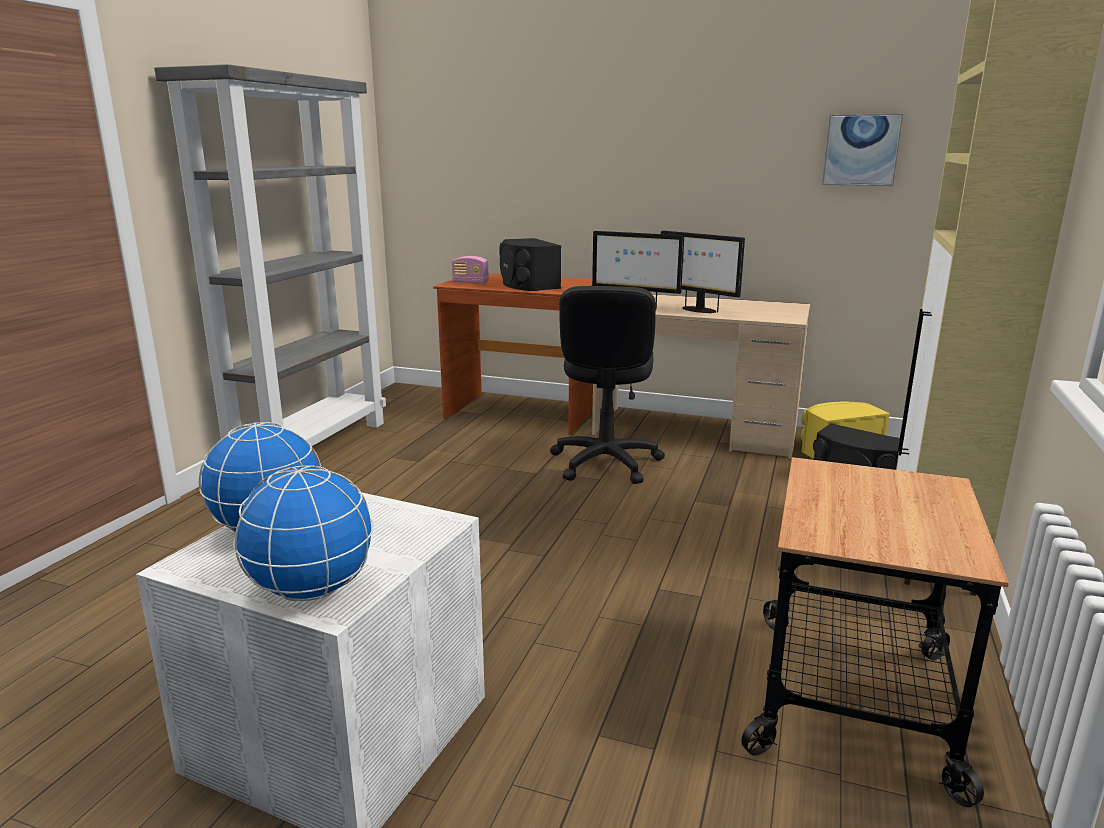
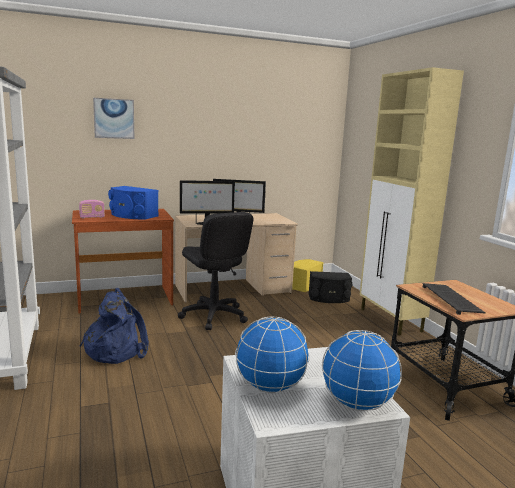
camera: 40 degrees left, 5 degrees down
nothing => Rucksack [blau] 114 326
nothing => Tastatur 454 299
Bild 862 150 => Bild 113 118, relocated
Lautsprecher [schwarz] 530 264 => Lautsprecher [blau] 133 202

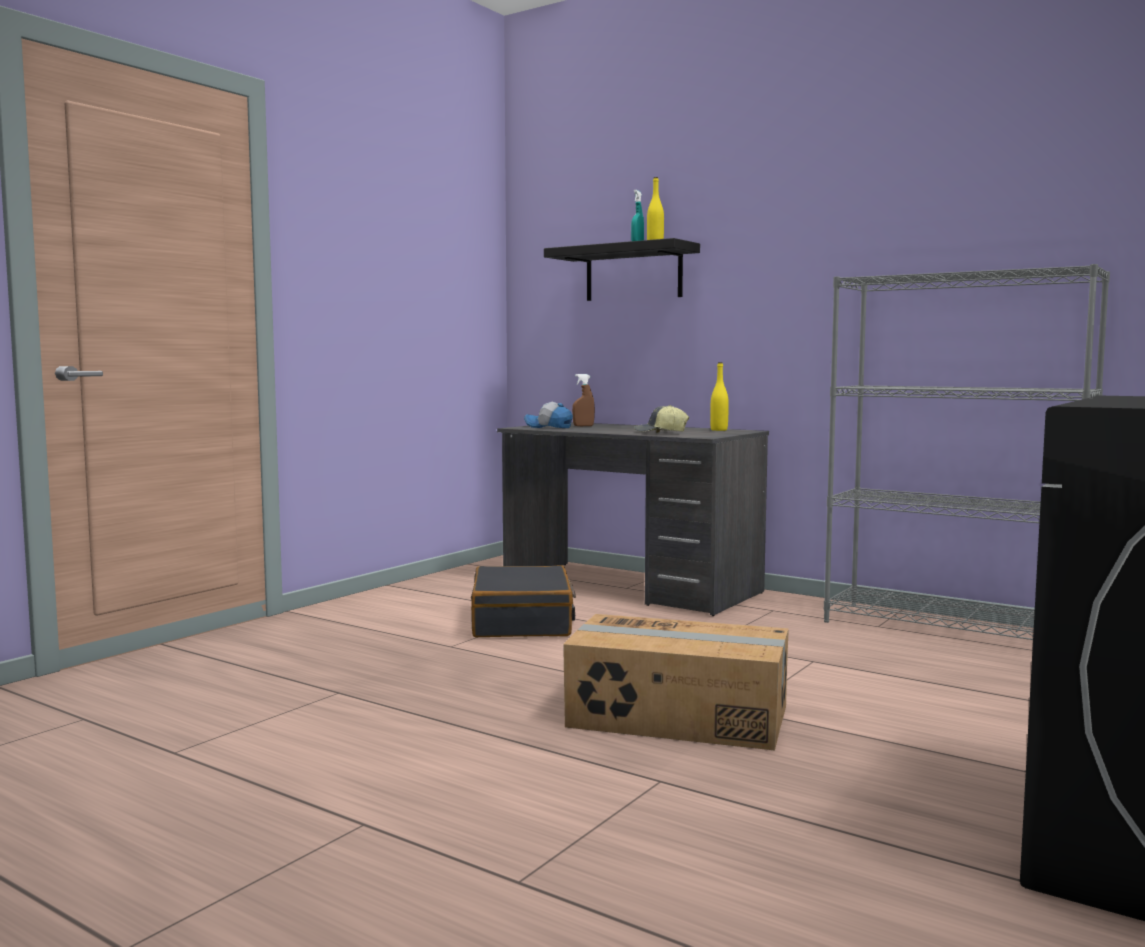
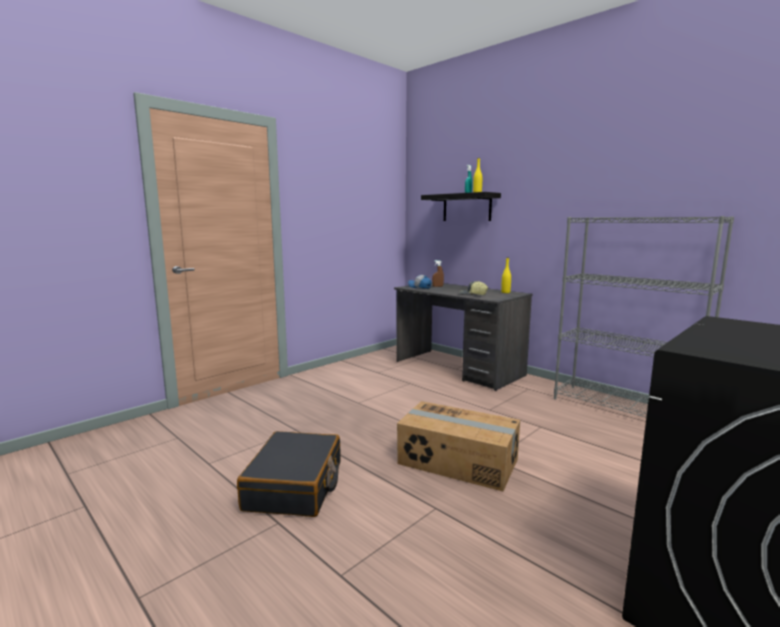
camera: 10 degrees right, 5 degrees up
Koffer [schwarz] 523 601 => Koffer [schwarz] 289 474, relocated

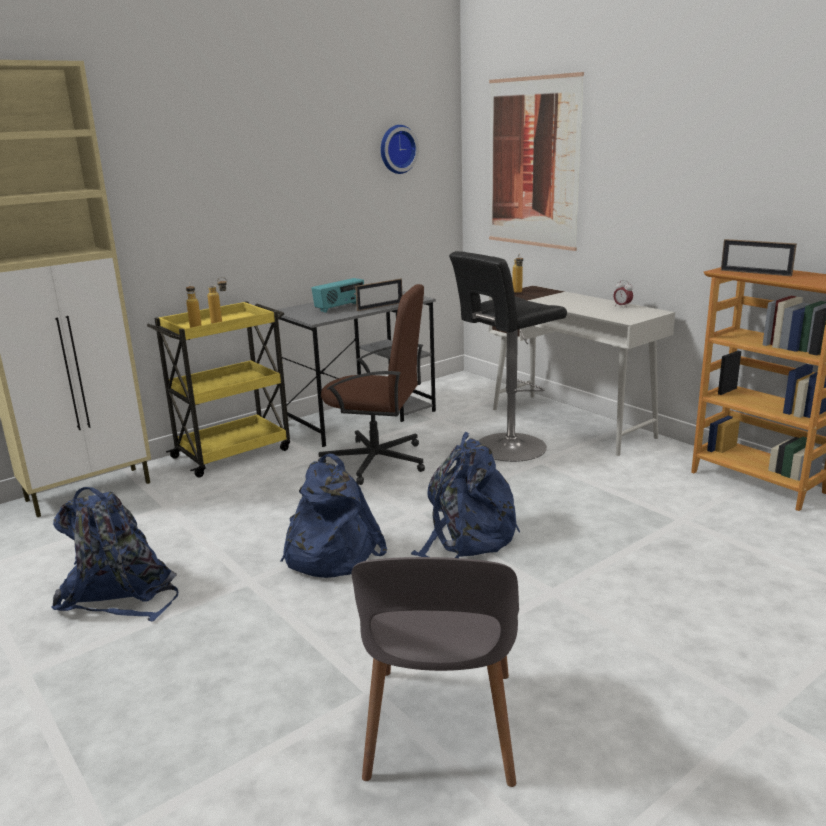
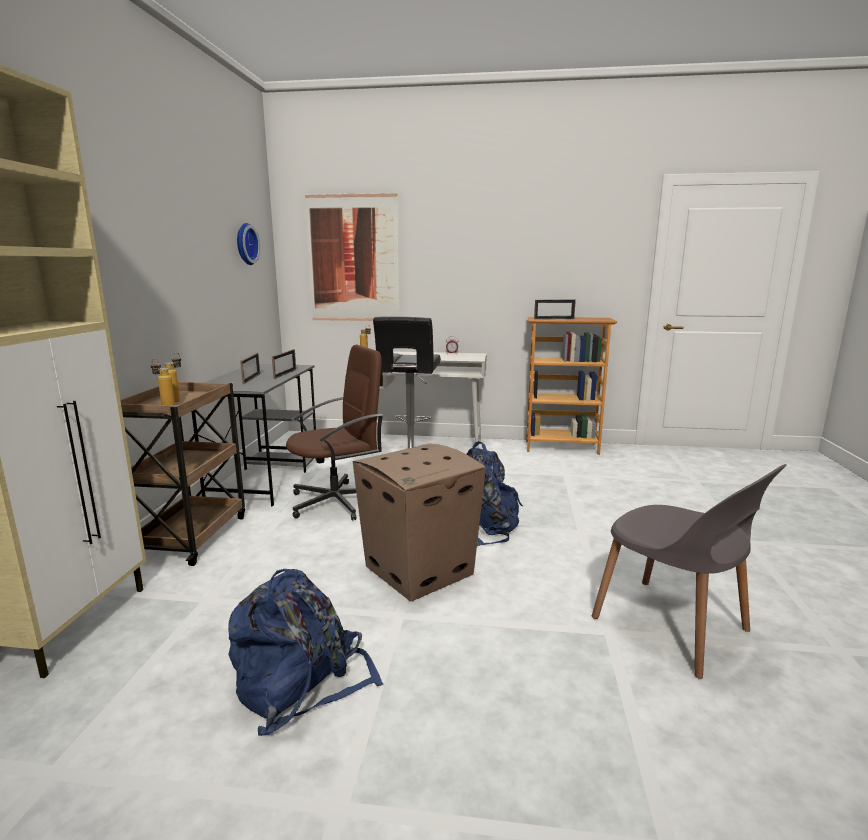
camera: 45 degrees left, 5 degrees down
Rucksack [blau] 333 516 => Karton 419 523
Radio 337 295 => Bilderrahmen 250 368
Rollwagen [gelb] 218 389 => Rollwagen [braun] 182 474

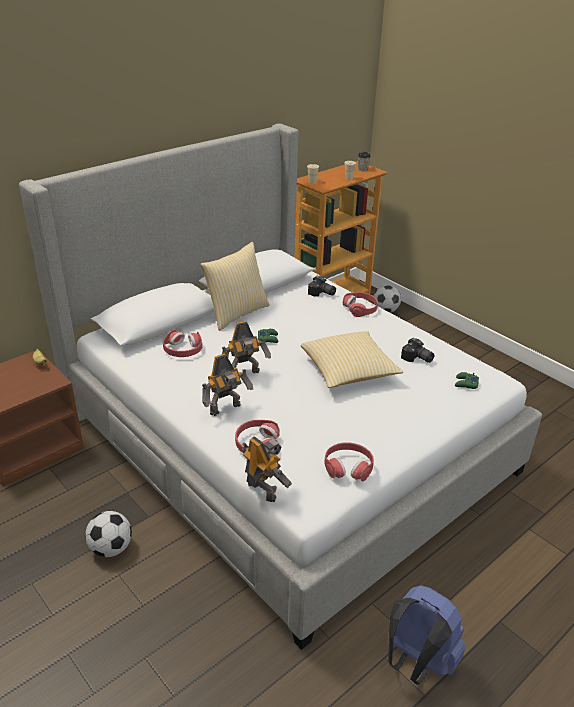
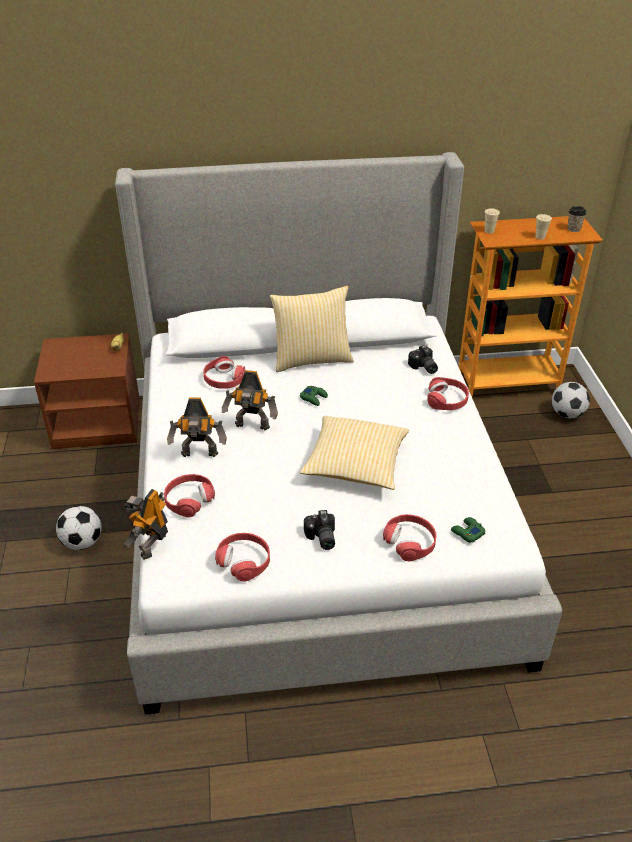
camera: 35 degrees right, 5 degrees up
Rucksack [blau] 426 634 => nothing
nothing => Kopfhörer [rot] 409 537
Kamera 418 350 => Kamera 319 530, relocated
Spielzeugroboter 267 469 => Spielzeugroboter 145 524, 150 degrees counterclockwise

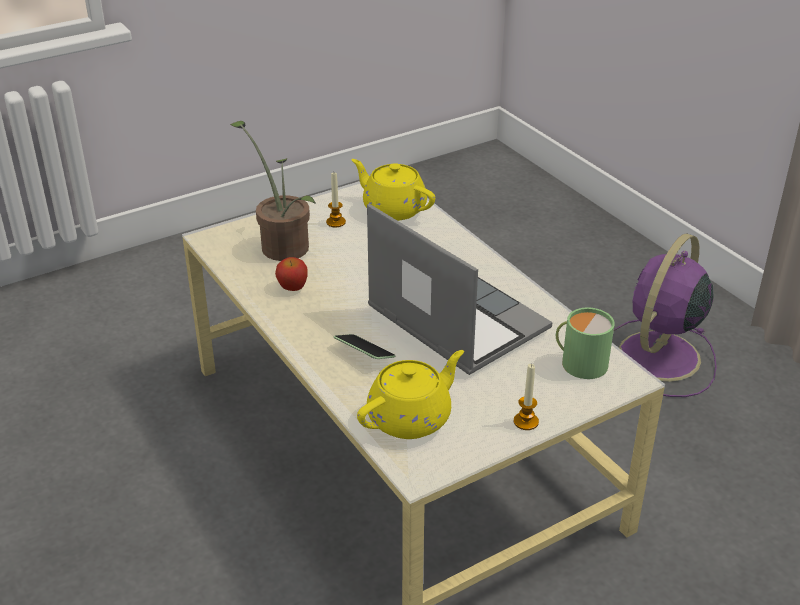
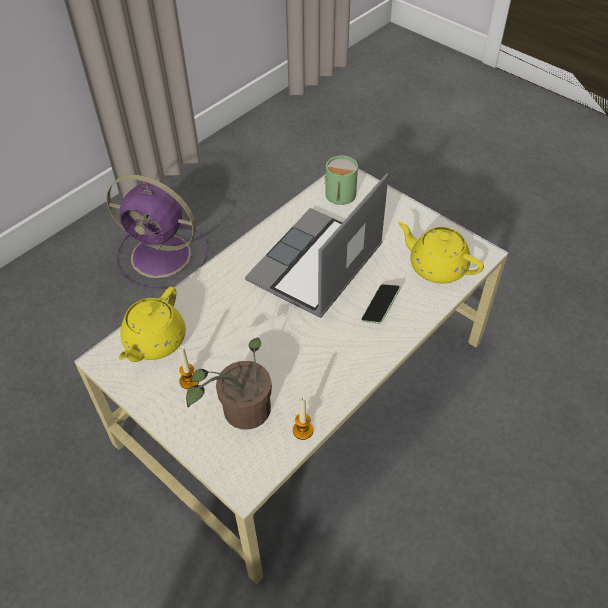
camera: 105 degrees left, 15 degrees up
Apfel 291 274 => nothing
Kerze 526 396 => Kerze 303 418, relocated

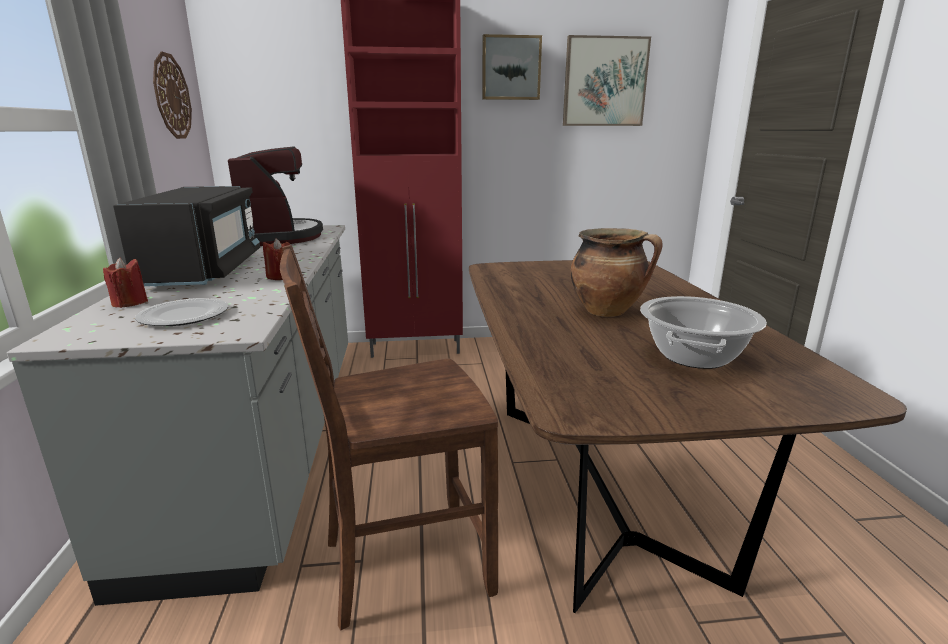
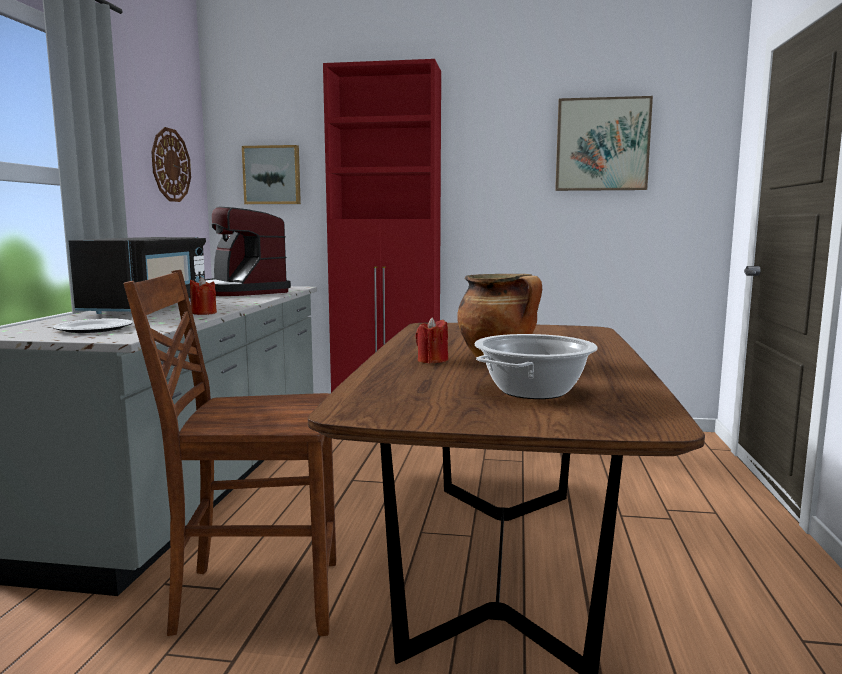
camera: 15 degrees right, 10 degrees down
Kerze [rot] 125 283 => Kerze [rot] 431 340, relocated
Bild 512 67 => Bild 271 174, relocated
Kaffeemaschine 275 196 => Kaffeemaschine 248 251, 150 degrees clockwise

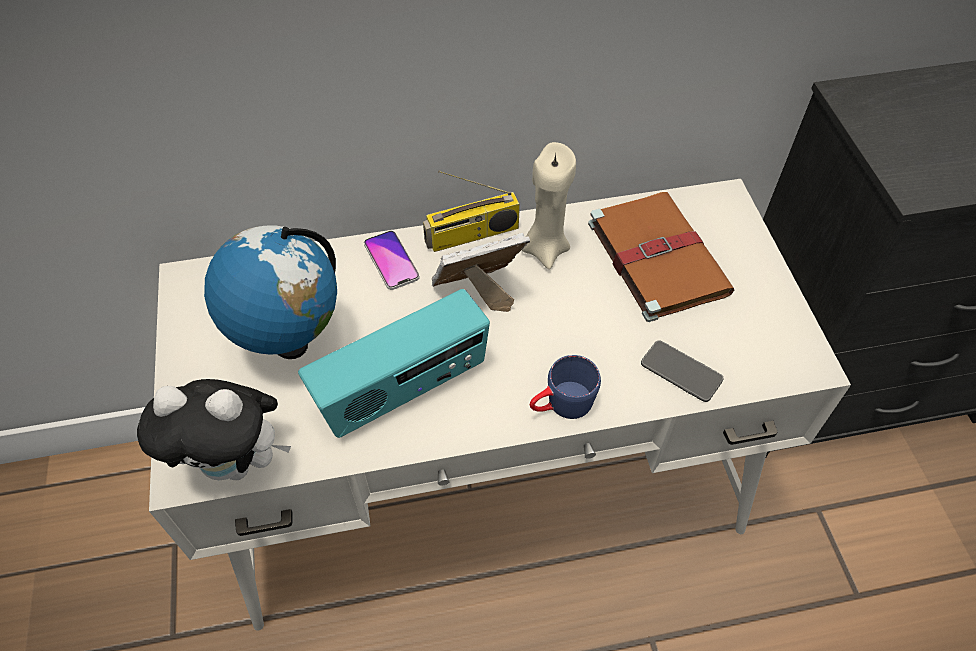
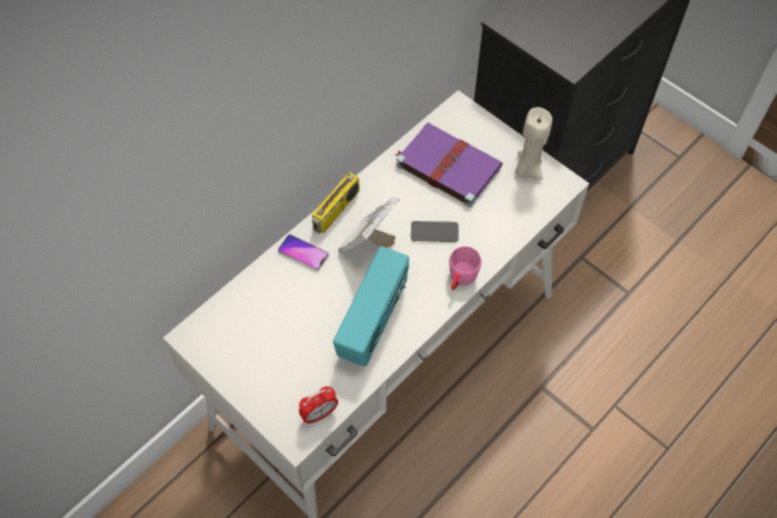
camera: 35 degrees left, 5 degrees up
Globus 270 292 => nothing
Kerze [beige] 549 205 => Kerze [beige] 533 143, relocated
Handy 682 371 => Handy 435 231, relocated
Plüschtier 214 429 => Wecker 318 405
Henkelbecher [blau] 565 387 => Henkelbecher [rosa] 465 268
Buch [braun] 661 257 => Buch [lila] 448 165

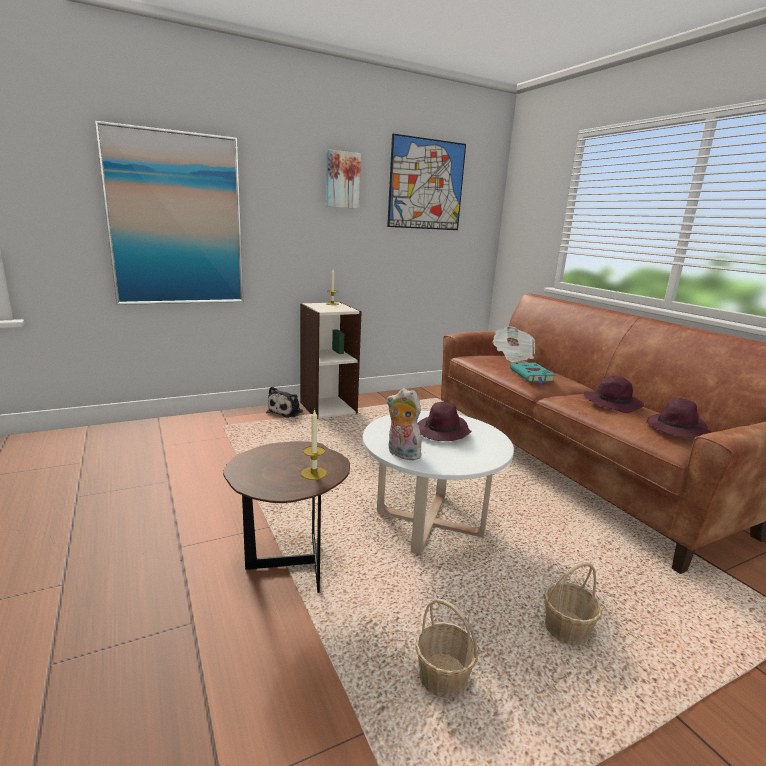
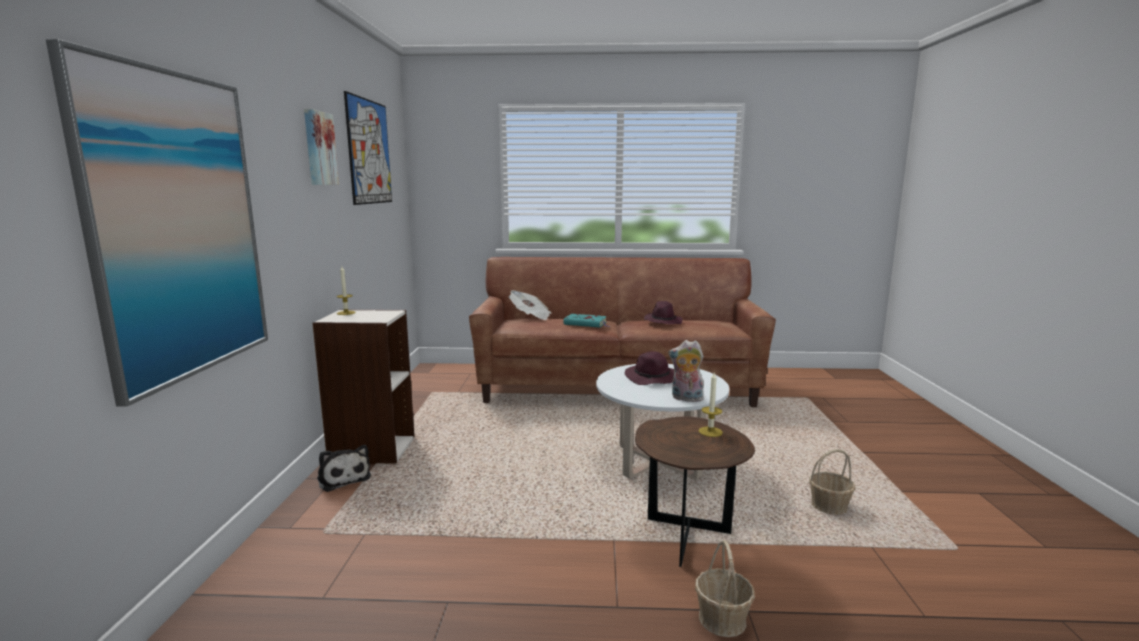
camera: 60 degrees left, 5 degrees down
Hut [lila] 679 417 => nothing
Korb 573 604 => Korb 725 588, relocated
Plüschtier 405 424 => Plüschtier 686 371, 45 degrees clockwise

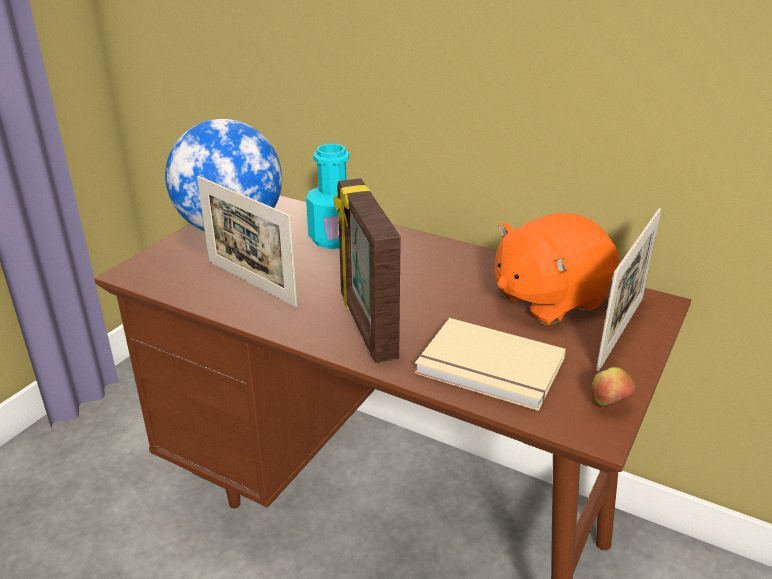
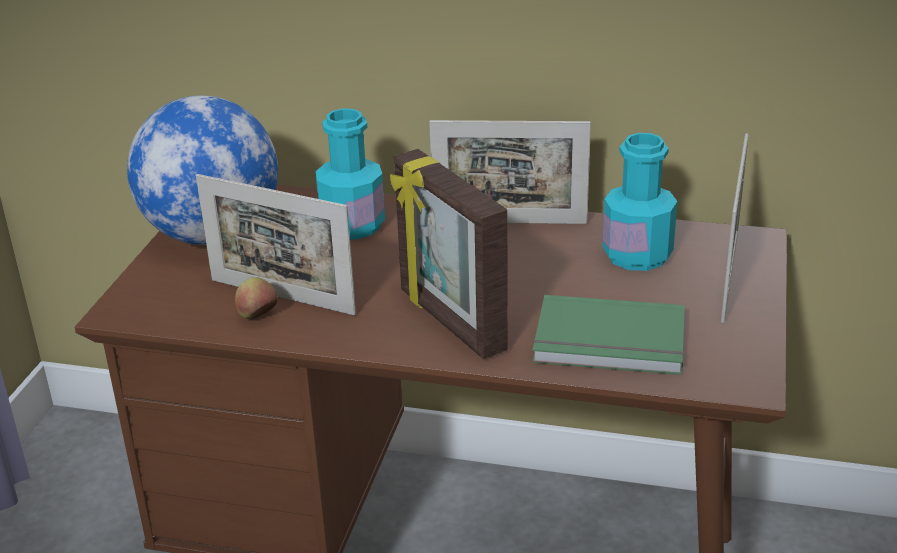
camera: 15 degrees left, 0 degrees up
nothing => Bilderrahmen 510 172
Apfel 614 387 => Apfel 256 298, relocated
Plüschtier [orange] 557 269 => Flasche [türkis] 639 202
Buch [beige] 490 364 => Buch [grün] 608 335

